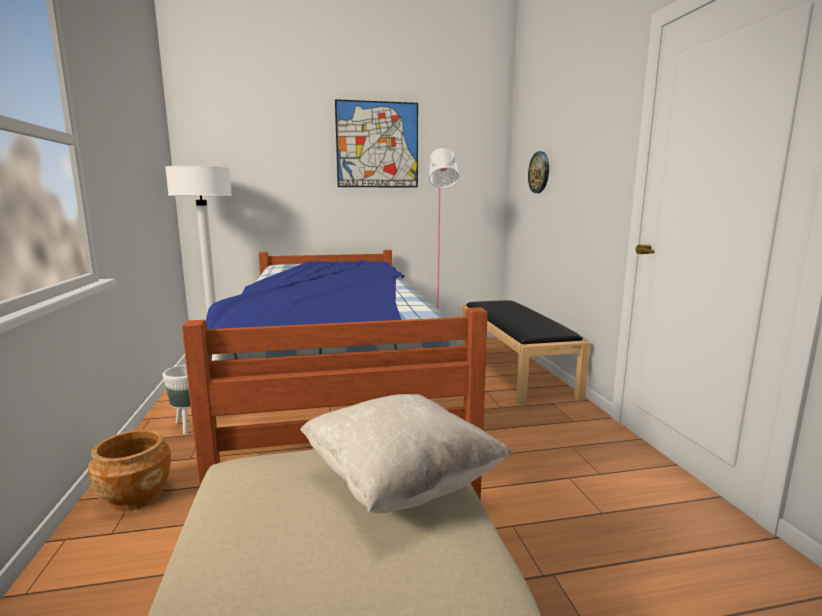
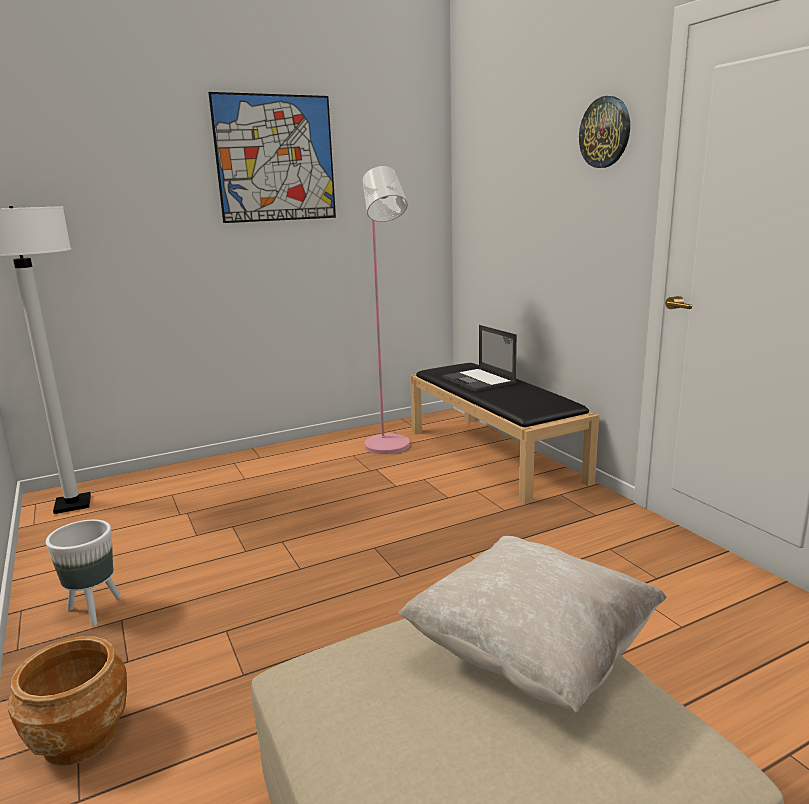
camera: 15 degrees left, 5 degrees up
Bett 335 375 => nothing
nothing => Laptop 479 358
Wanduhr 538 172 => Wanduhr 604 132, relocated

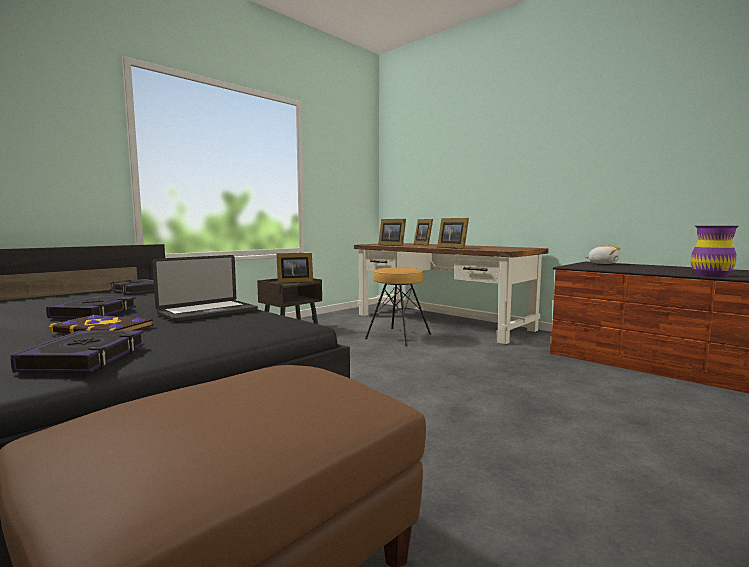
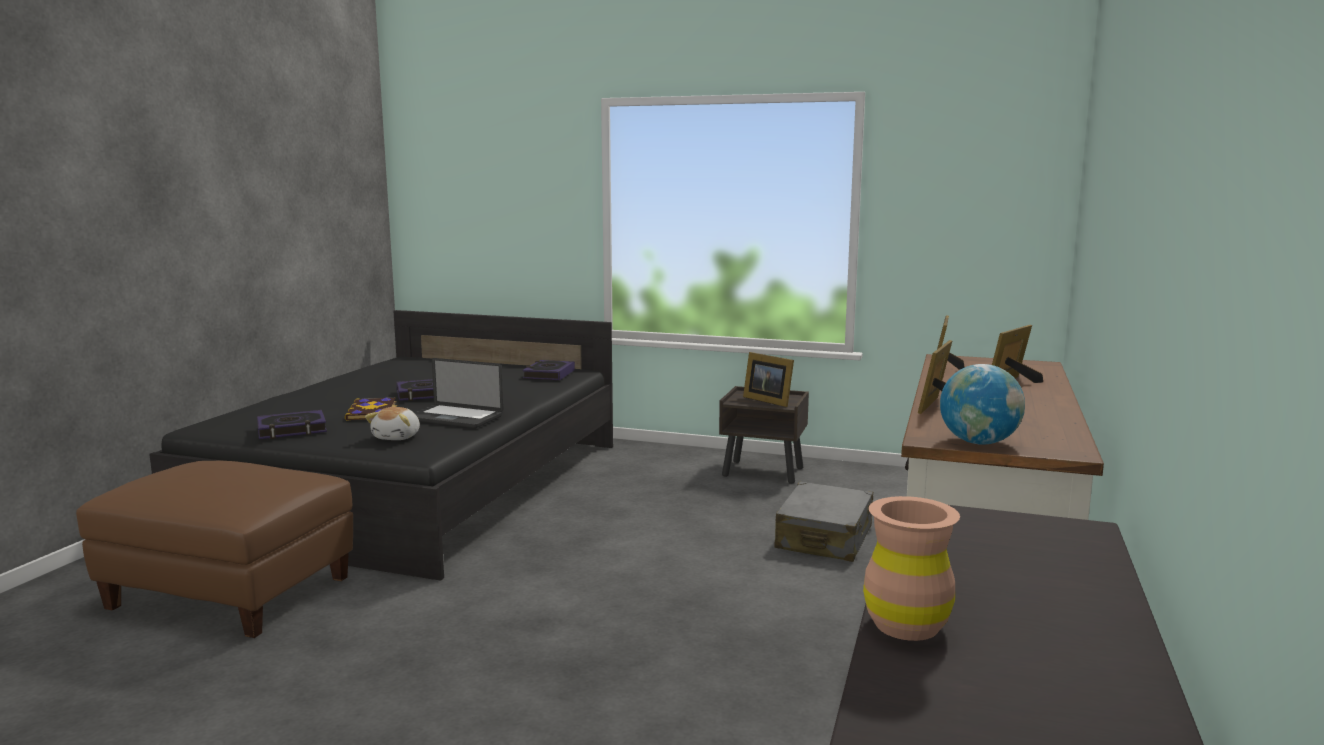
camera: 65 degrees right, 5 degrees up
nothing => Globus 982 404
Plüschtier 603 254 => Plüschtier 392 423, relocated
Hocker [braun] 398 306 => Koffer [grau] 823 522
Vase [lila] 714 251 => Vase [braun] 911 568

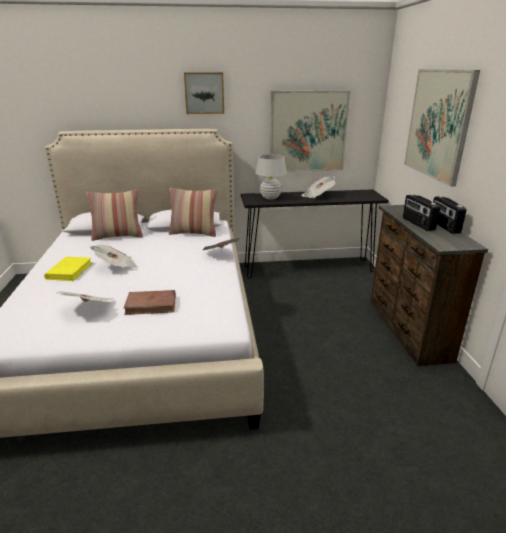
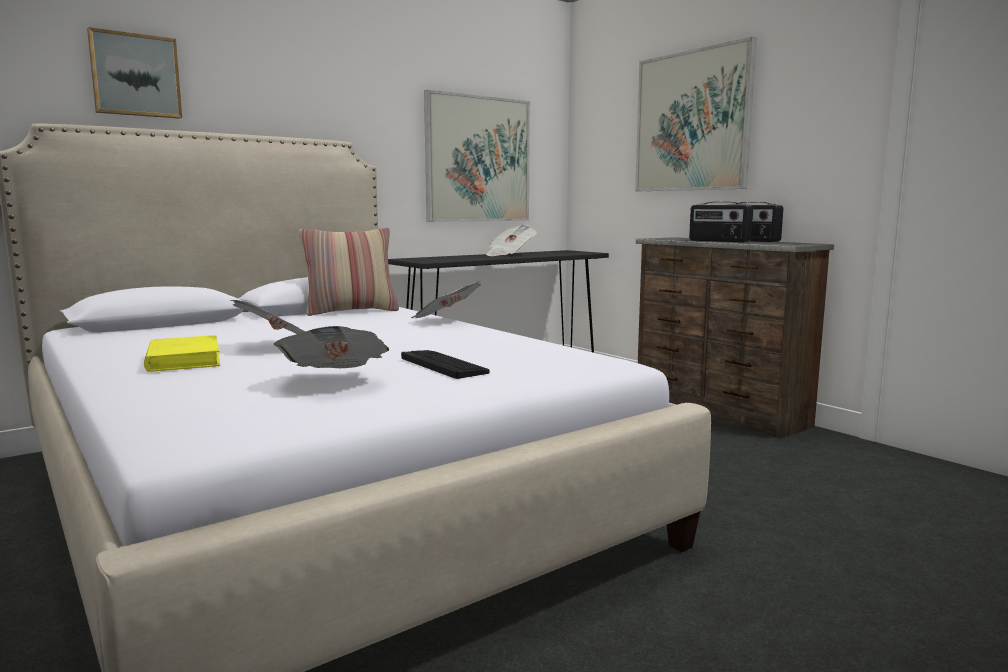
camera: 30 degrees left, 15 degrees down
Kissen 114 215 => nothing
Tischlampe [weiß] 271 177 => nothing
Bild 204 93 => Bild 134 73, relocated
Buch [braun] 150 302 => Tastatur 445 364

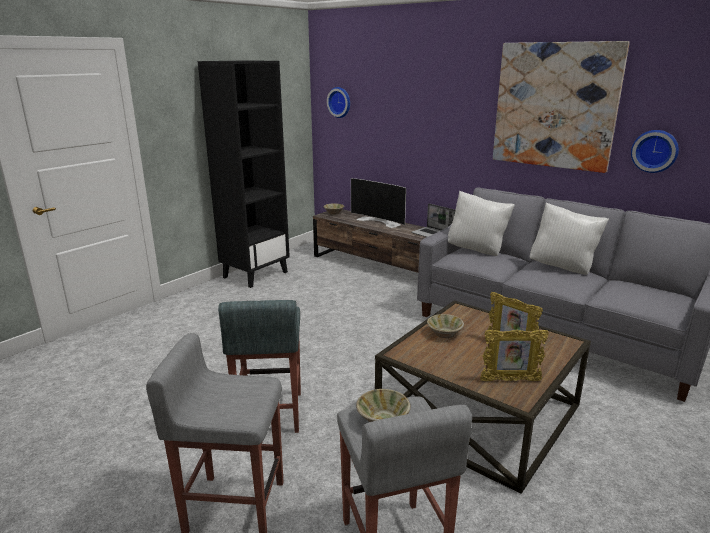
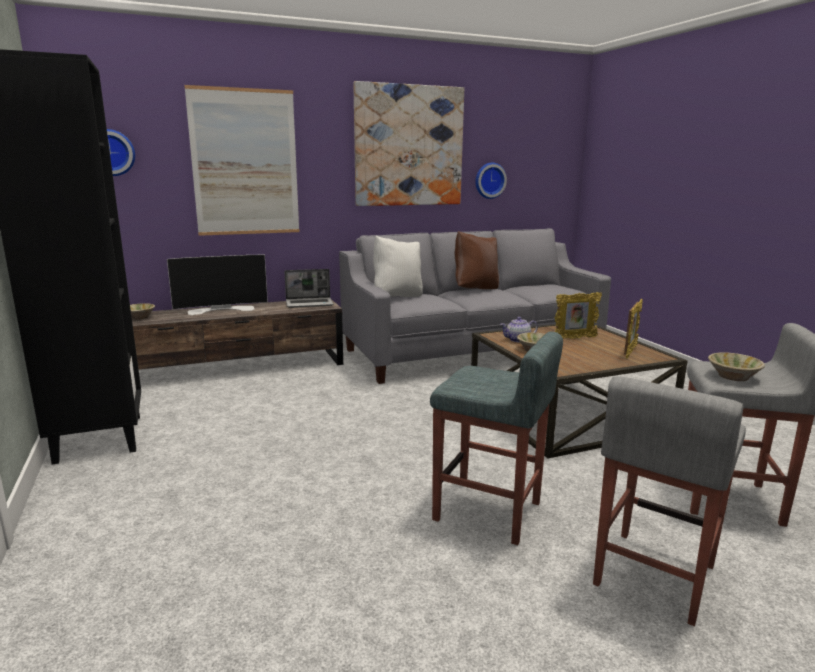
camera: 60 degrees left, 5 degrees down
nothing => Bild 241 160
nothing => Teekanne 519 329
Kissen [weiß] 569 238 => Kissen [braun] 477 260

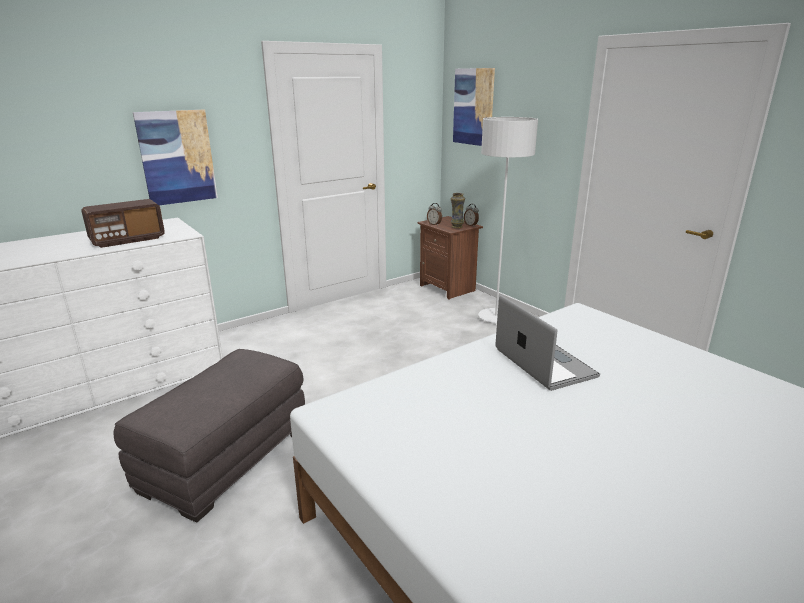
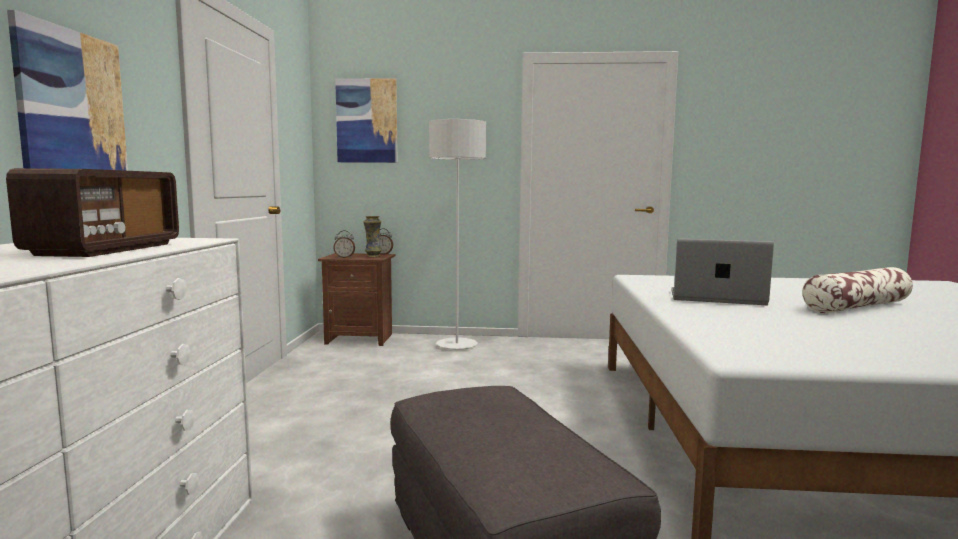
camera: 50 degrees left, 15 degrees down
nothing => Kissen 857 290

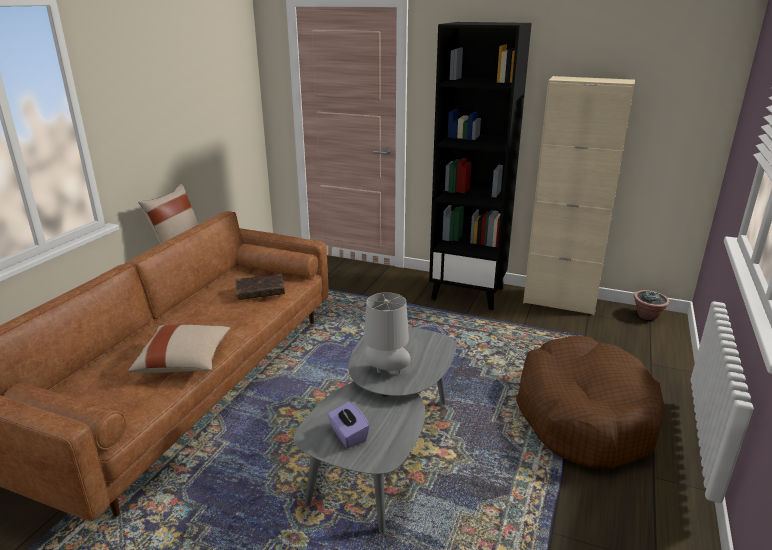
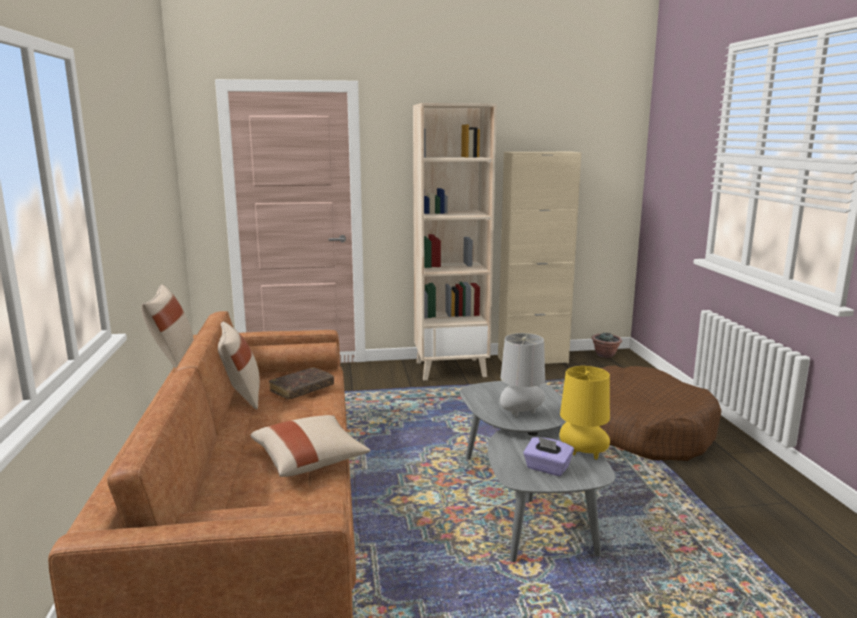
camera: 30 degrees left, 10 degrees down
nothing => Kissen [beige] 239 366
nothing => Tischlampe [gelb] 584 412
Bücherregal [schwarz] 480 166 => Bücherregal [beige] 455 241

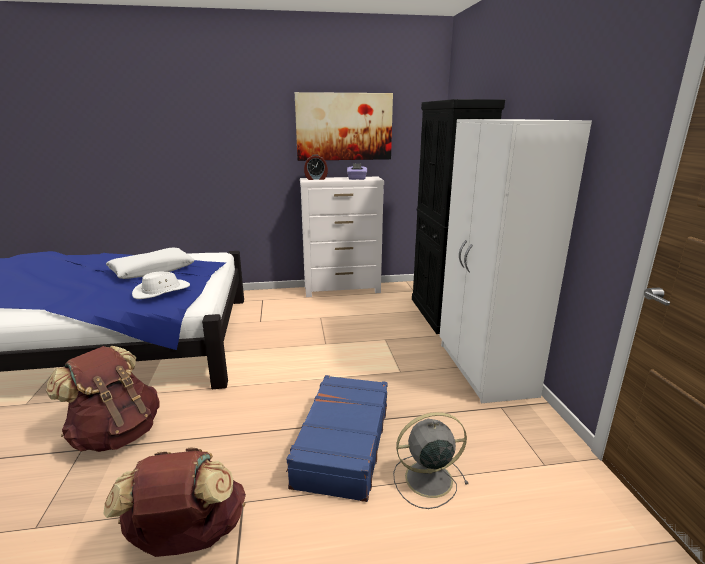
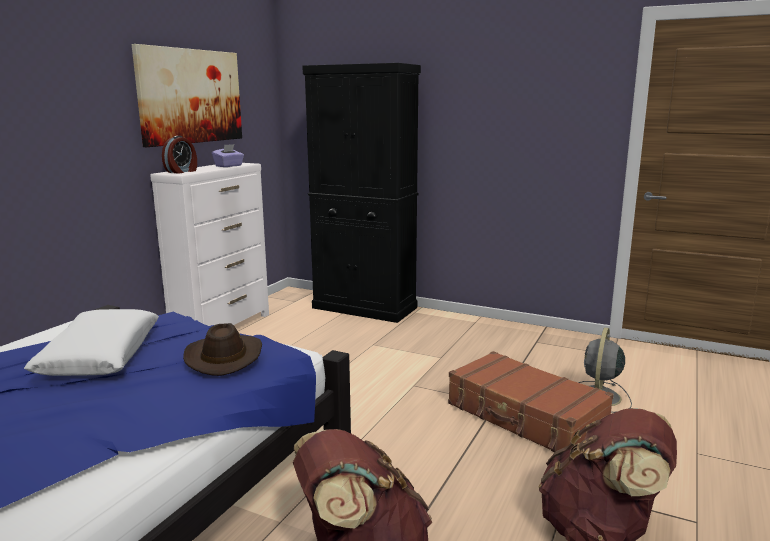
camera: 55 degrees left, 5 degrees down
Kleiderschrank [weiß] 516 261 => nothing
Hut [weiß] 161 285 => Hut [braun] 222 349
Koffer [blau] 337 438 => Koffer [braun] 531 401

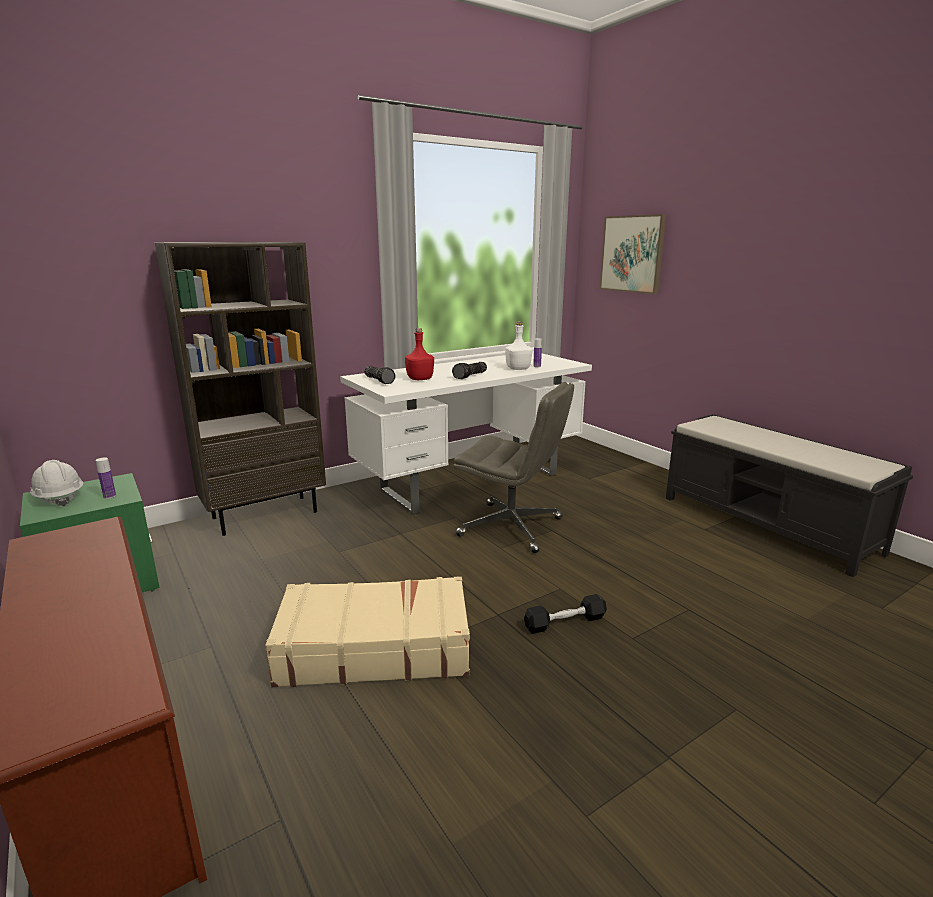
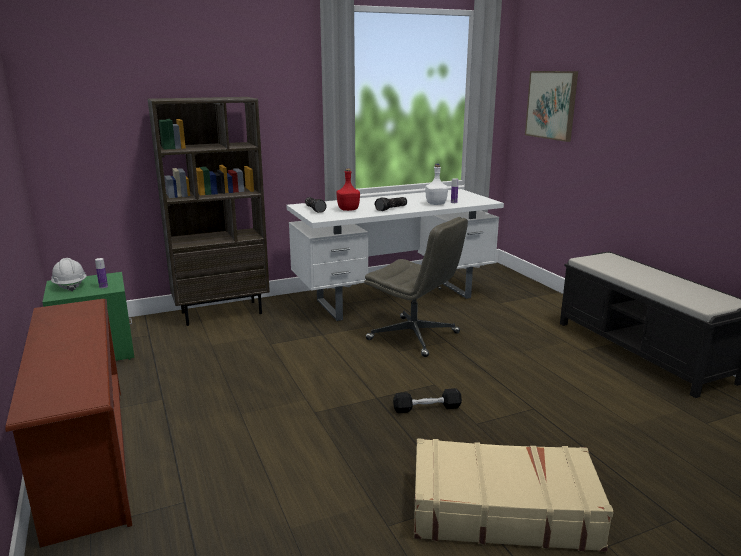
camera: 10 degrees right, 0 degrees up
Koffer [beige] 367 631 => Koffer [beige] 514 495, relocated

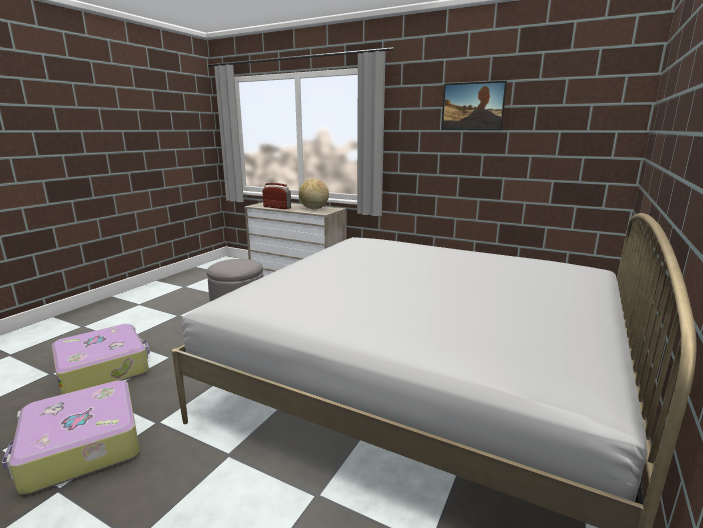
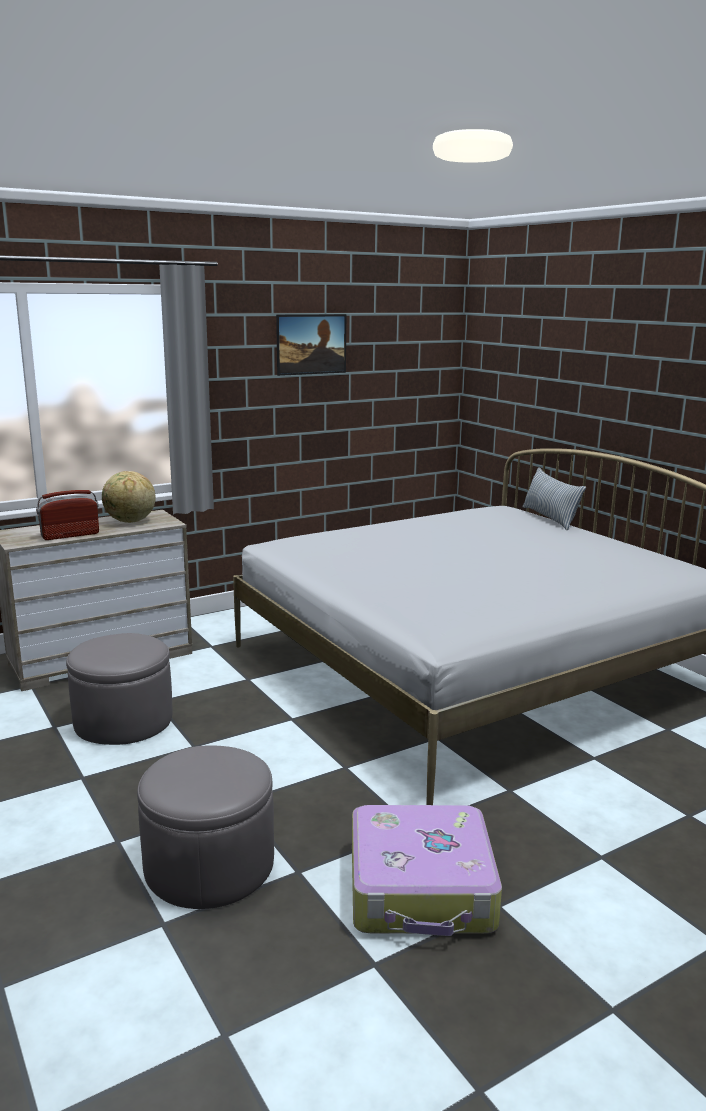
camera: 60 degrees left, 0 degrees up
nothing => Kissen 554 498
Koffer 101 359 => Polsterhocker [grau] 205 827

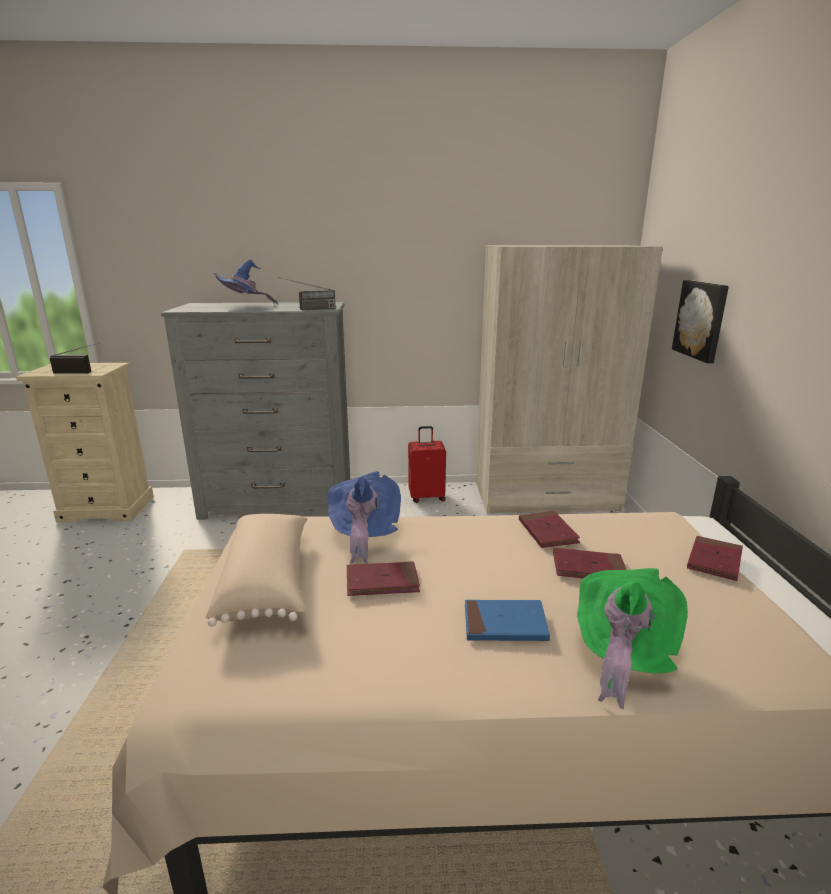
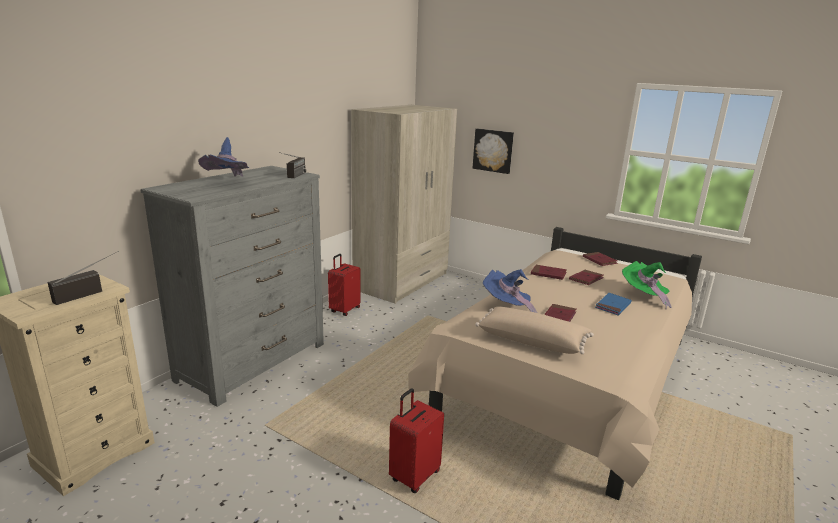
camera: 55 degrees left, 0 degrees up
nothing => Koffer [rot] 416 440

